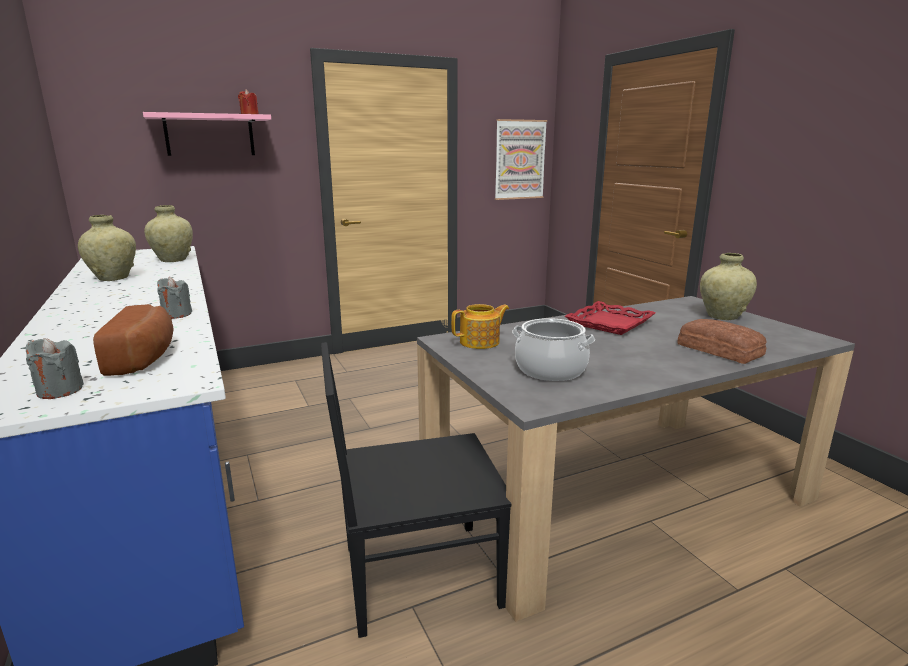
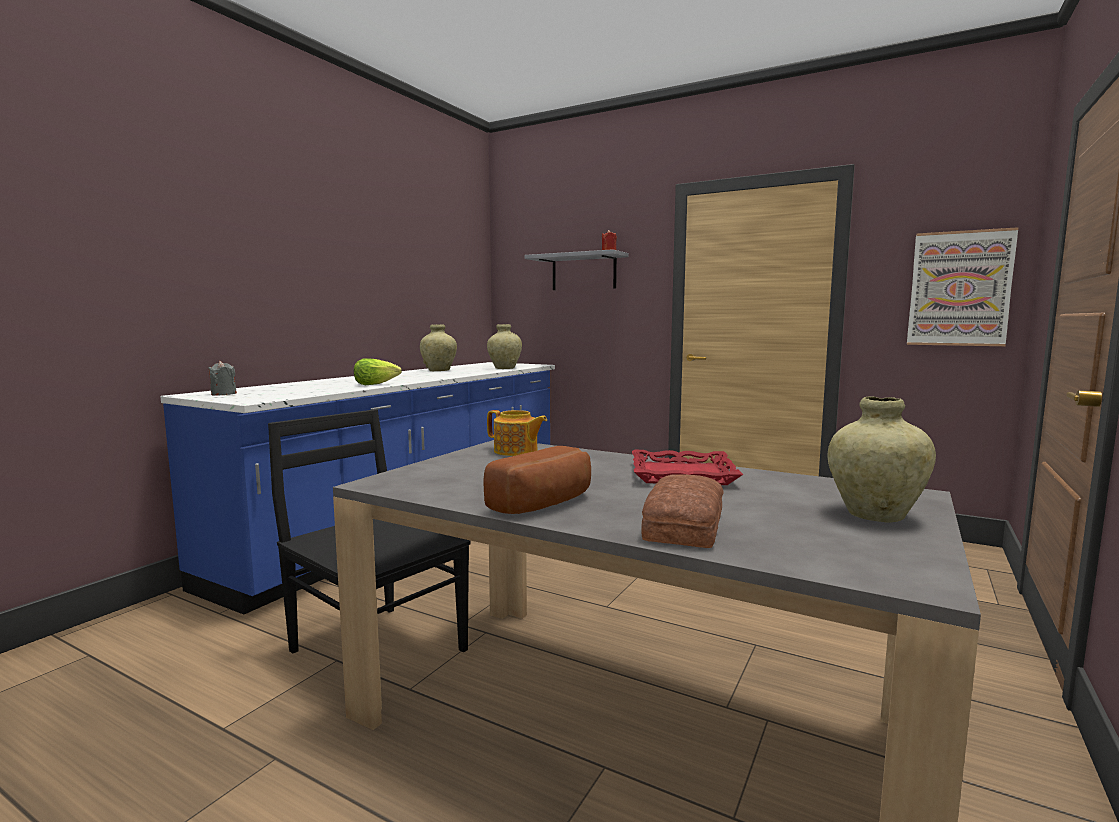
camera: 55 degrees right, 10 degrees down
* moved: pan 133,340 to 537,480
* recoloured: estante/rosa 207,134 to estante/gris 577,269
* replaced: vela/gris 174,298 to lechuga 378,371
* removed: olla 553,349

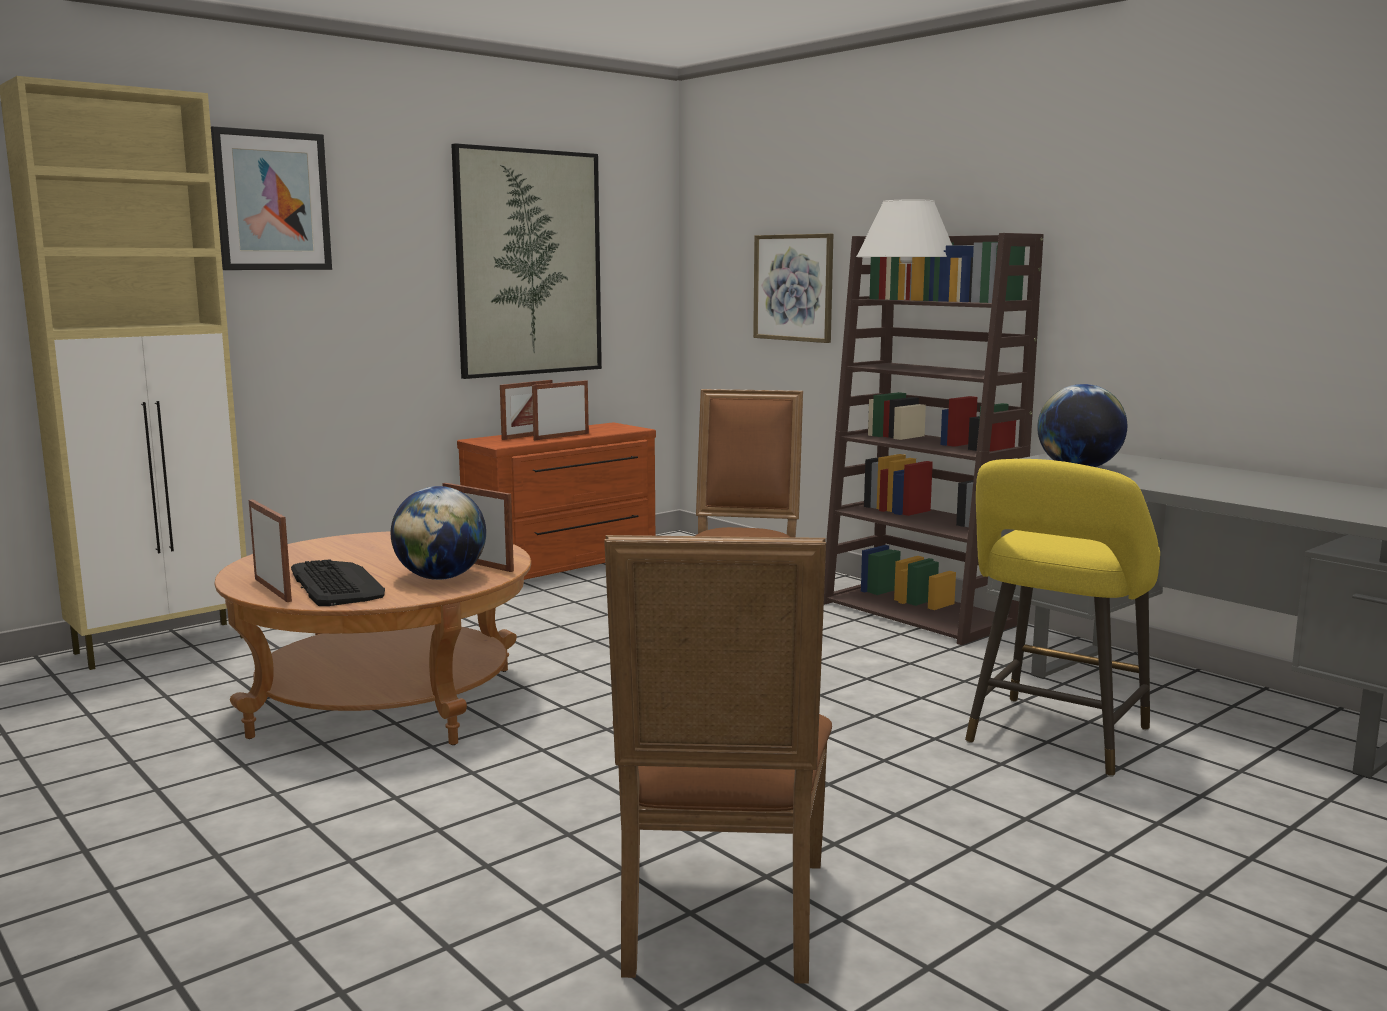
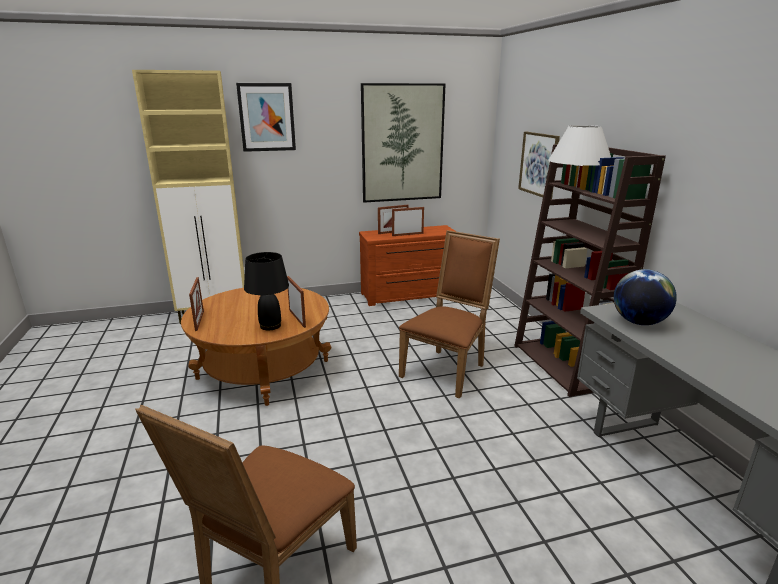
camera: 25 degrees right, 10 degrees up
* removed: teclado 338,582
* replaced: globo terráqueo 438,533 to lámpara de mesa/negro 266,291
* removed: taburete/amarillo 1062,618

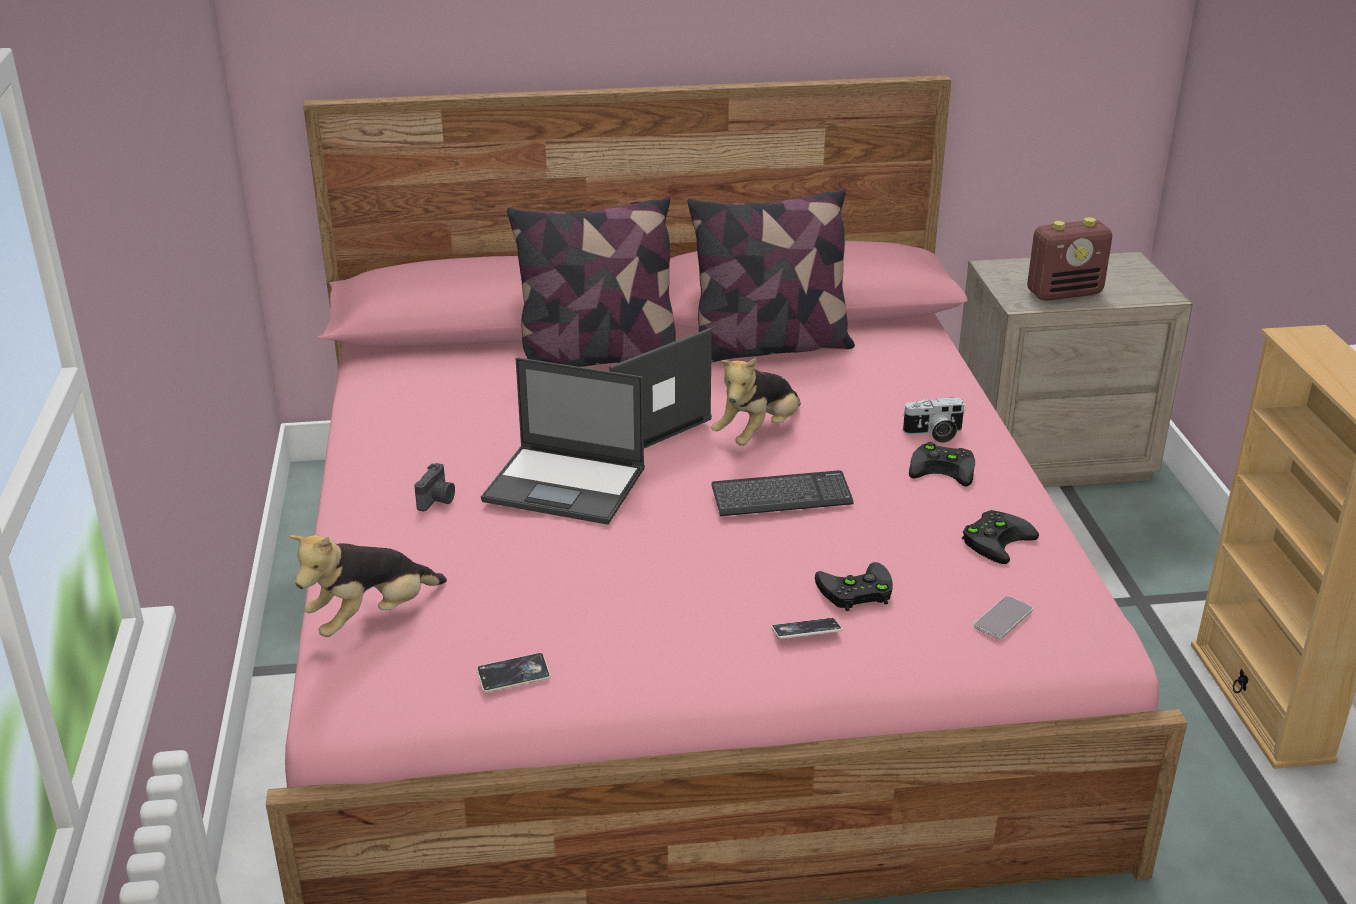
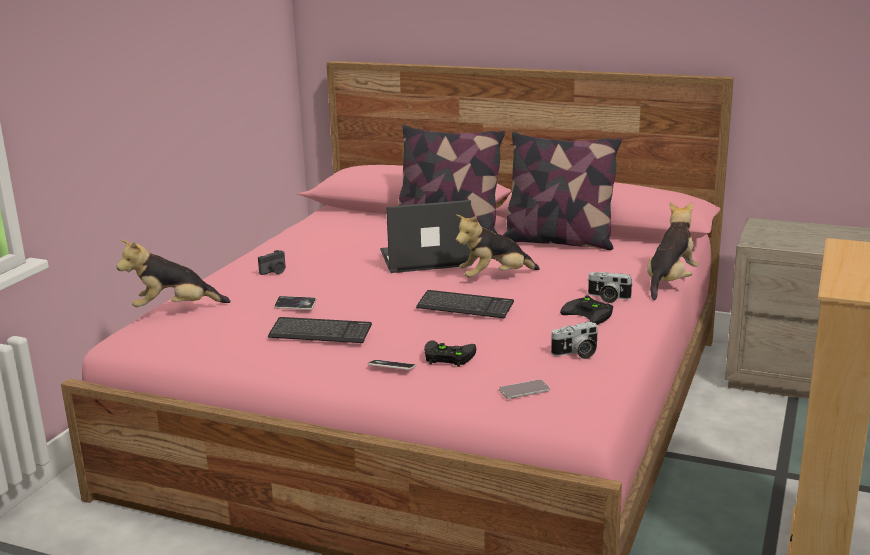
camera: 30 degrees right, 10 degrees down
* moved: móvil 513,672 to 295,303
* removed: portátil 563,441
* replaced: mando de consola/negro 1000,537 to cámara 574,340
* removed: radio 1069,259
* added: teclado 320,330
* added: peluche 673,251

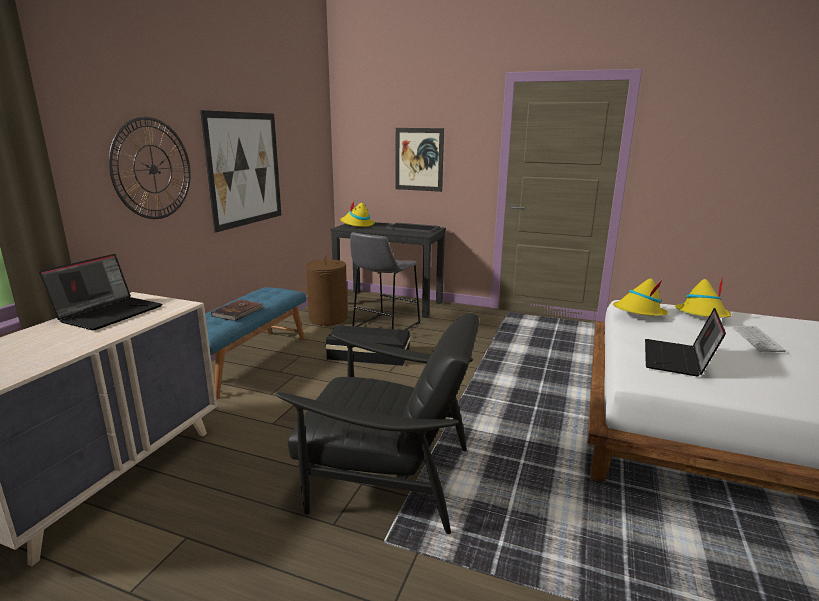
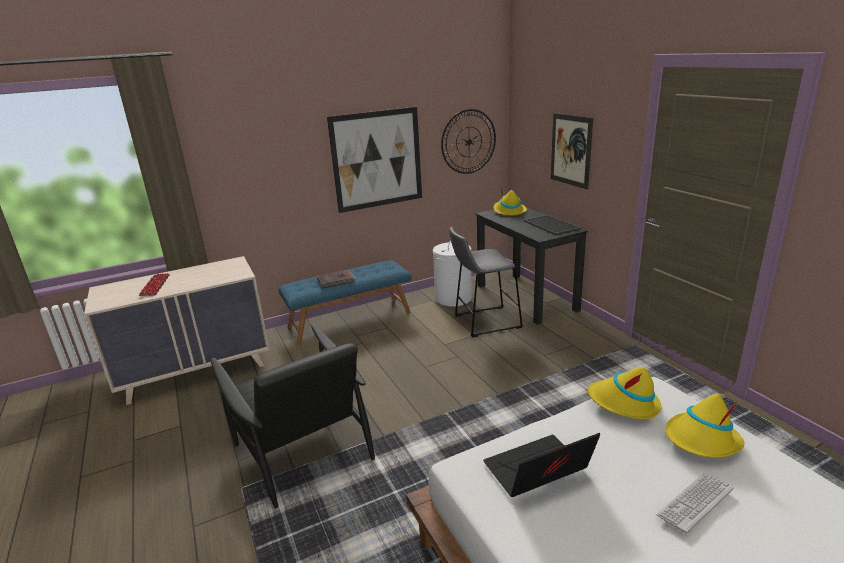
camera: 45 degrees right, 5 degrees up
* removed: portátil 100,292
* moved: reloj de pared 150,168 to 468,141
* recoloured: cesto de la ropa/marrón 327,290 to cesto de la ropa/blanco 452,274
* removed: caja de almacenaje/negro 367,345
* added: teclado 154,284

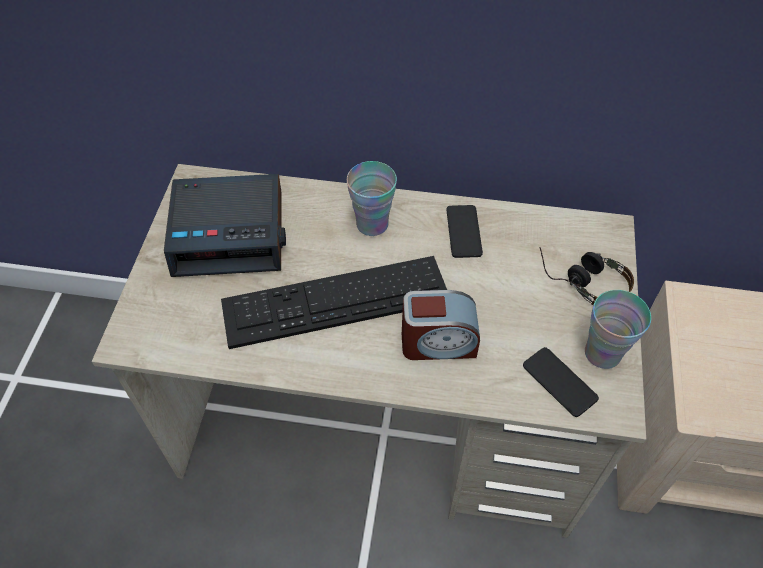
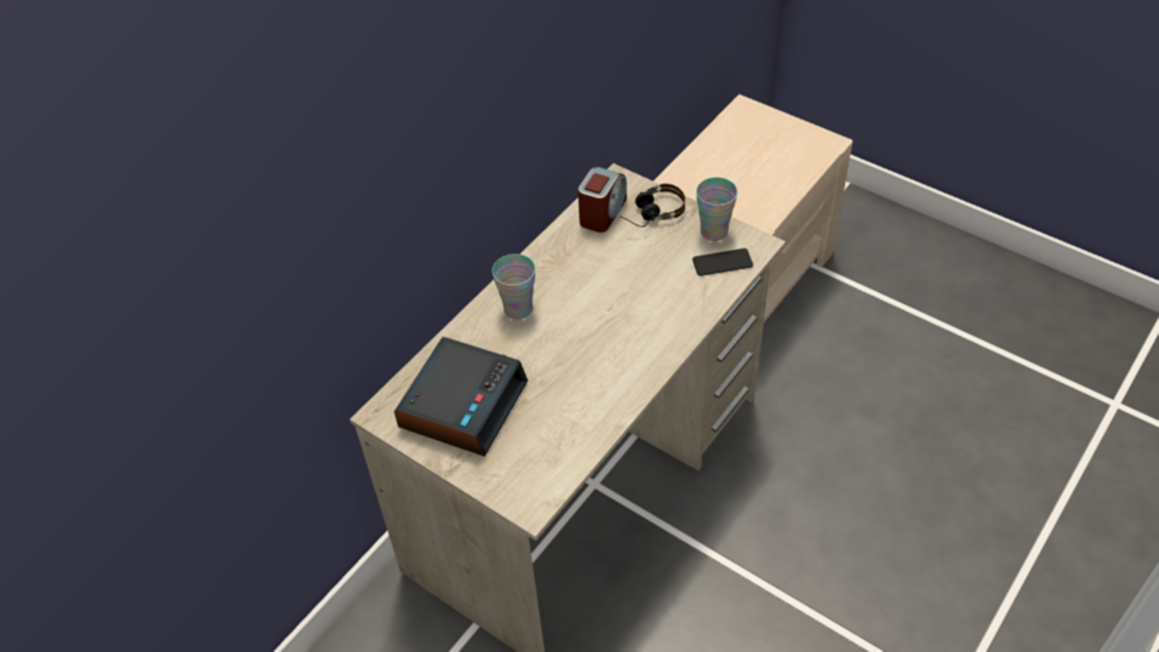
camera: 60 degrees left, 5 degrees down
* removed: teclado 334,302
* moved: despertador 441,325 to 602,199
* removed: móvil 464,231

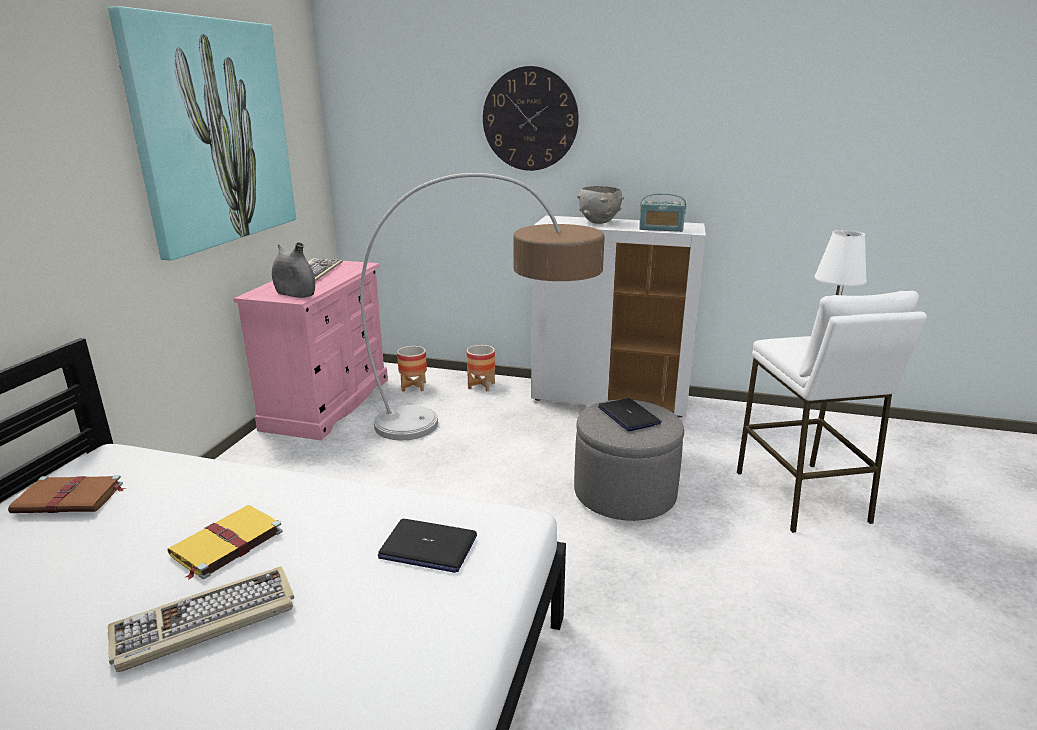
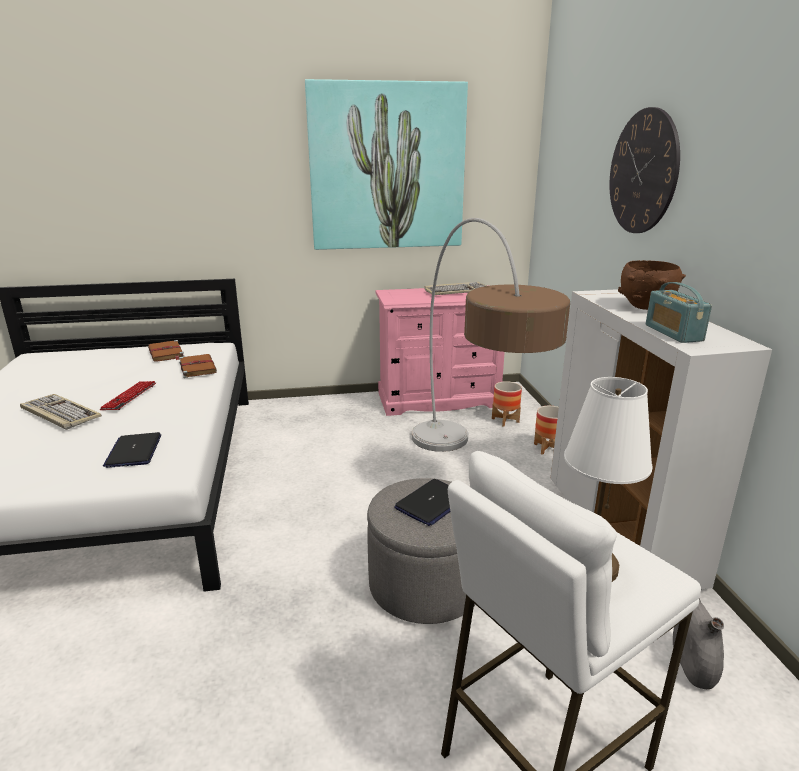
camera: 65 degrees right, 0 degrees up
* replaced: libro/amarillo 225,542 to teclado 127,395
* moved: florero/gris 293,270 to 698,643
* recoloured: cuenco/gris 600,205 to cuenco/marrón 652,285
* added: libro/marrón 198,366

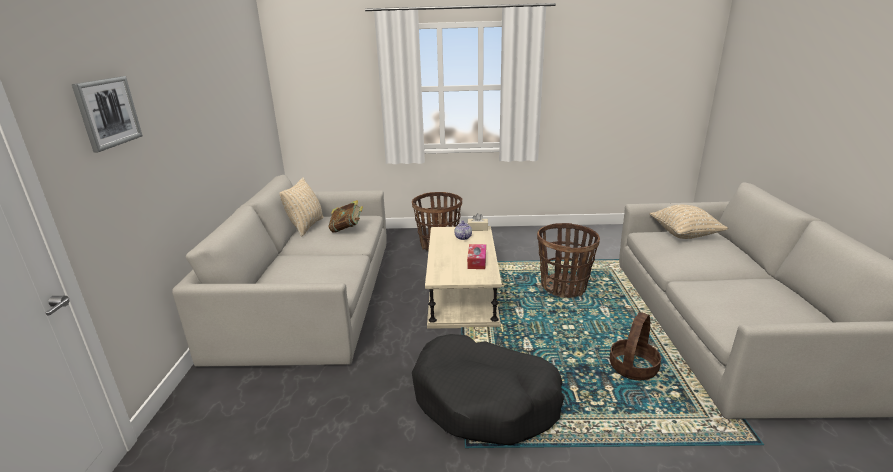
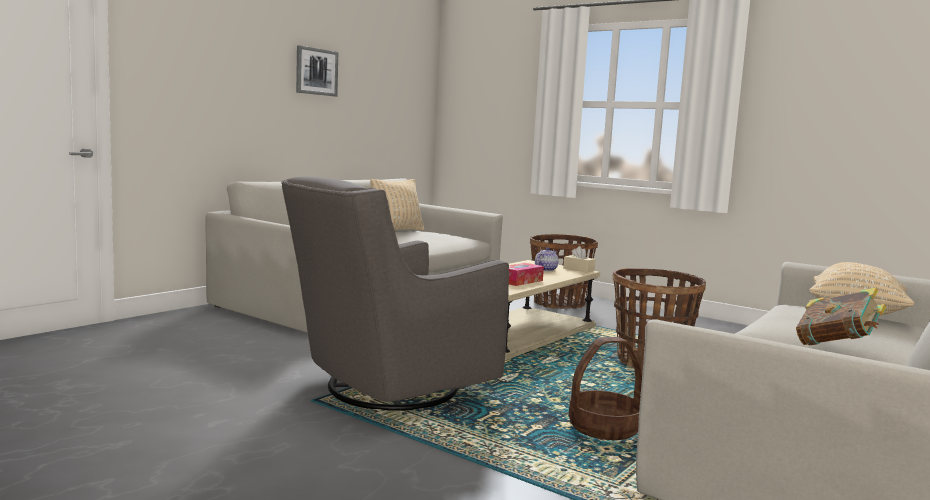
camera: 35 degrees right, 15 degrees down
* moved: cuadro 107,114 to 317,71
* moved: libro 345,216 to 841,316
* replaced: cama para perro/negro 488,390 to sillón/gris 395,294

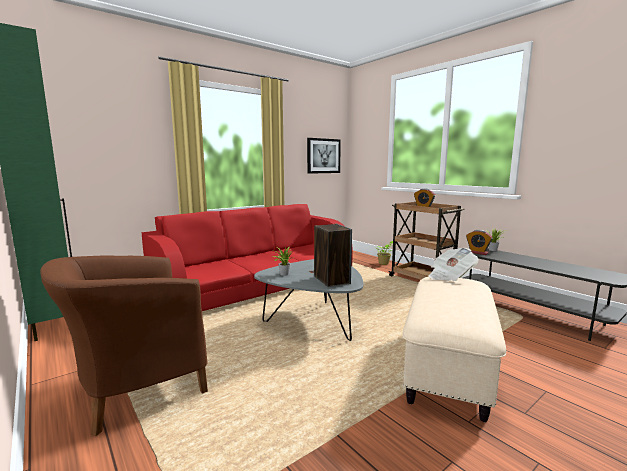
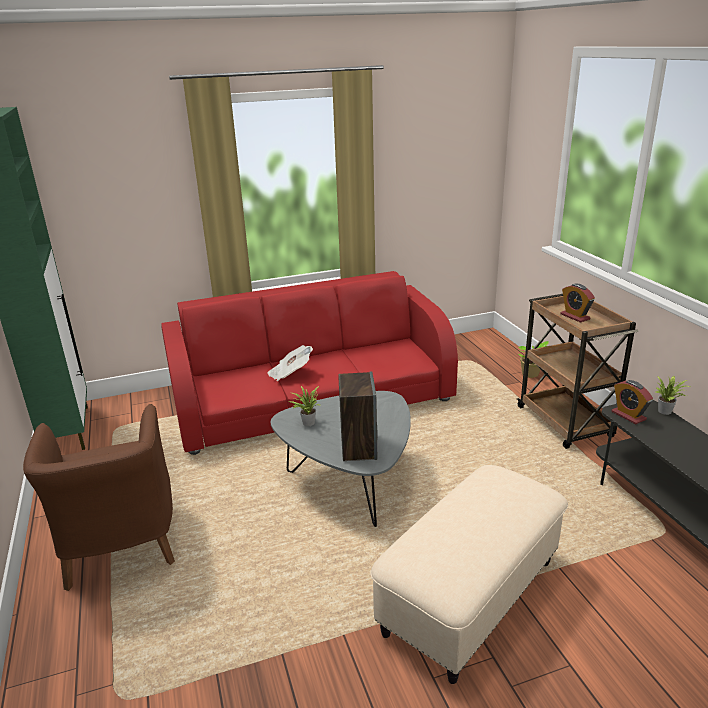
camera: 20 degrees right, 15 degrees up
* turned: sillón/marrón 124,345 = 99,497 90 degrees counterclockwise
* removed: cuadro 324,156
* moved: periódico 453,264 to 290,363

